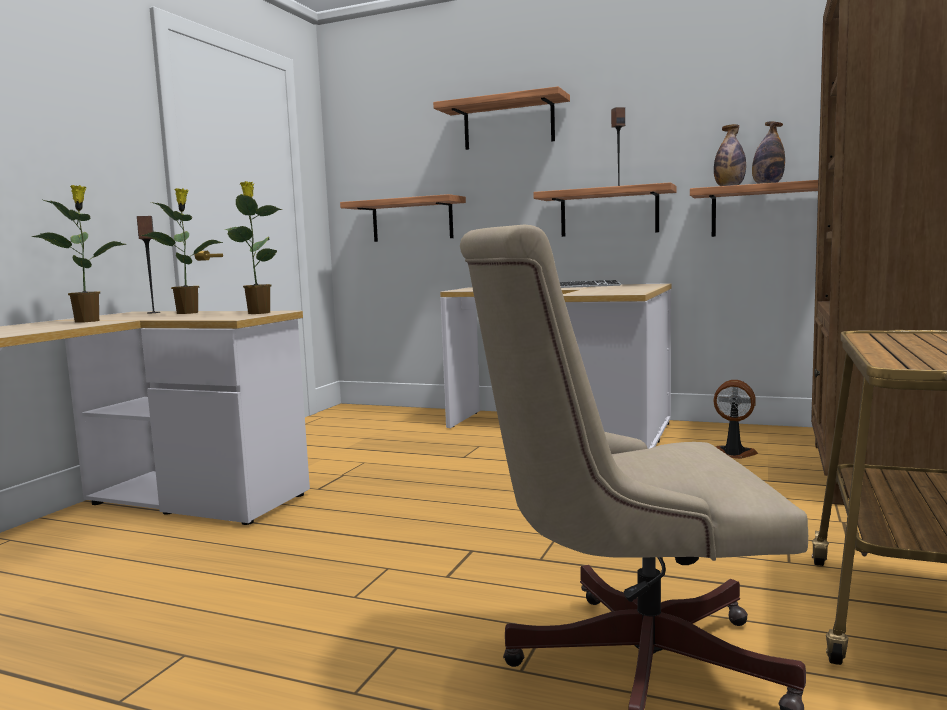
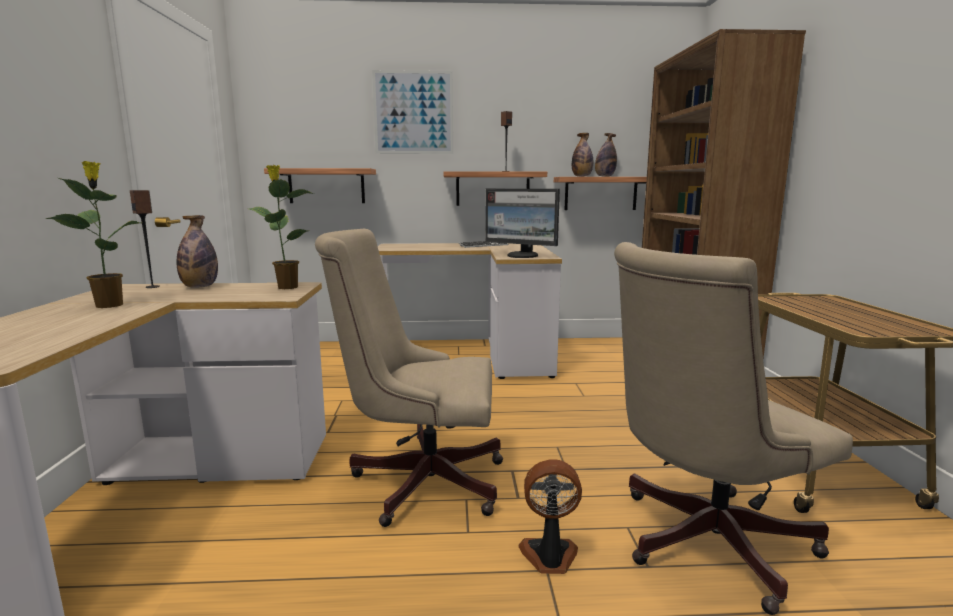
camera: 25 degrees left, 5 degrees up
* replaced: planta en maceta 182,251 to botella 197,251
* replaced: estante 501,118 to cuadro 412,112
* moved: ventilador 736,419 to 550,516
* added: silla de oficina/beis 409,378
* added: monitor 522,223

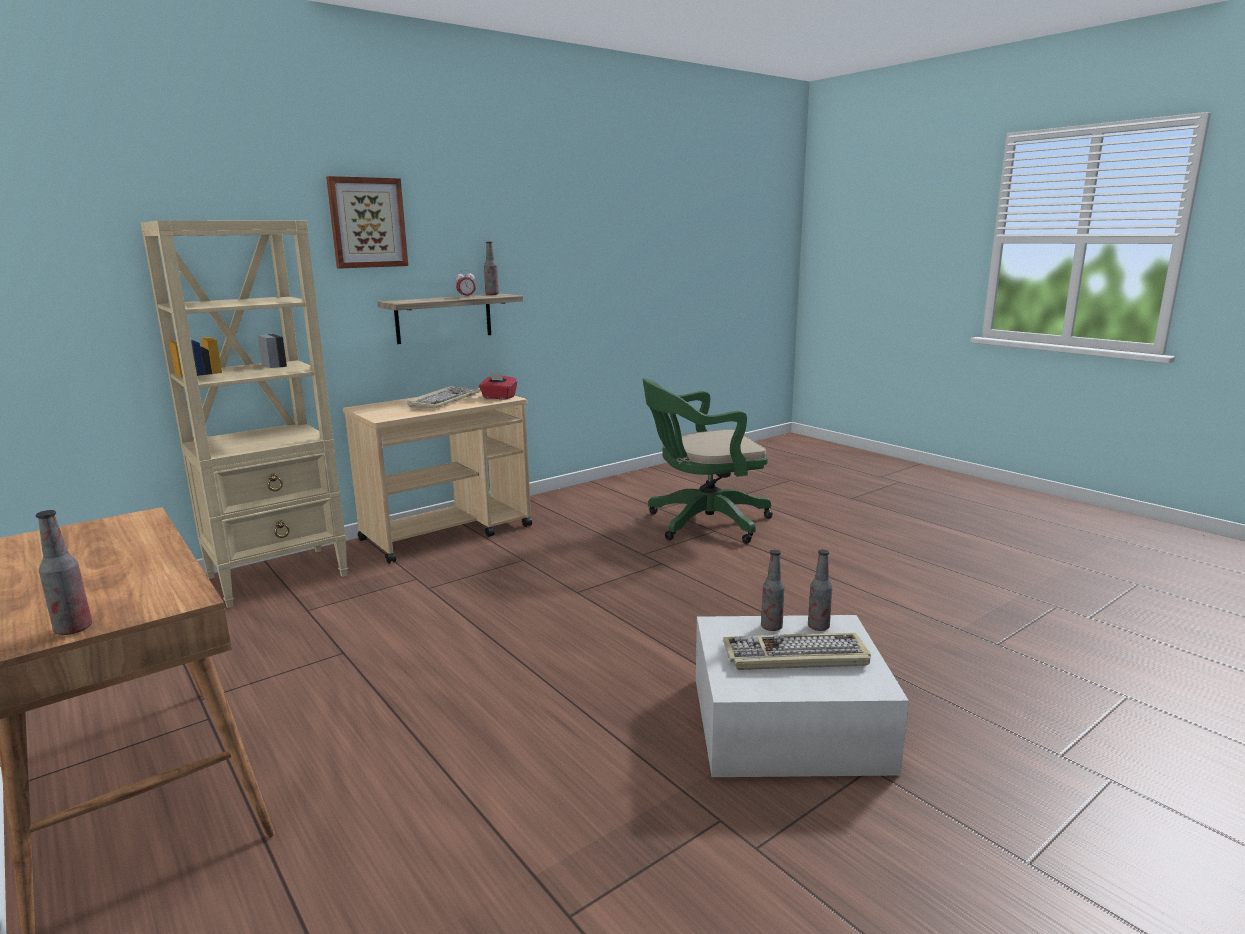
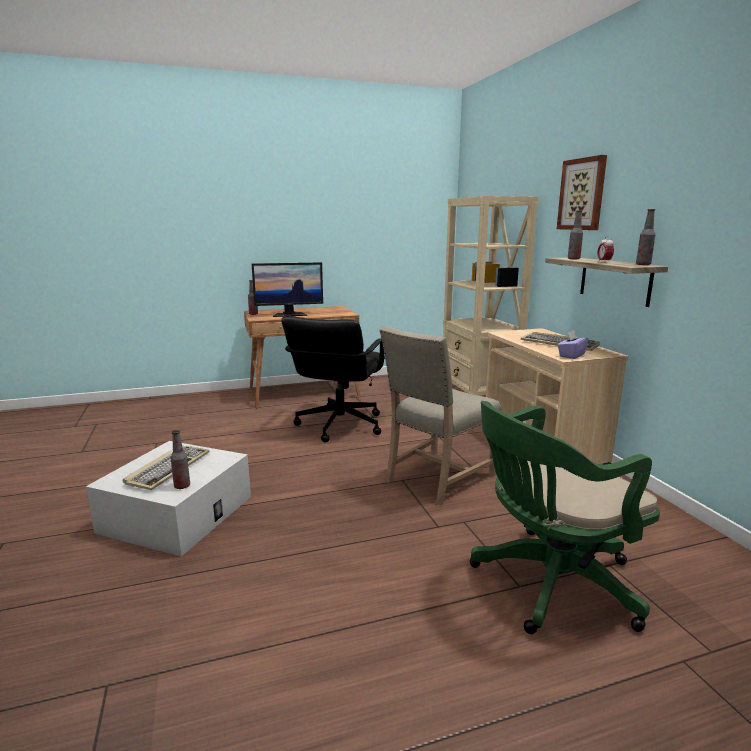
camera: 110 degrees right, 0 degrees up
* recoloured: caja de pañuelos/rojo 498,385 to caja de pañuelos/morado 573,345
* turned: silla de oficina/verde 707,461 = 564,517 120 degrees counterclockwise
* moved: botella 773,590 to 575,234
* added: monitor 287,289
* added: silla de oficina/negro 333,379
* added: silla/beis 440,416

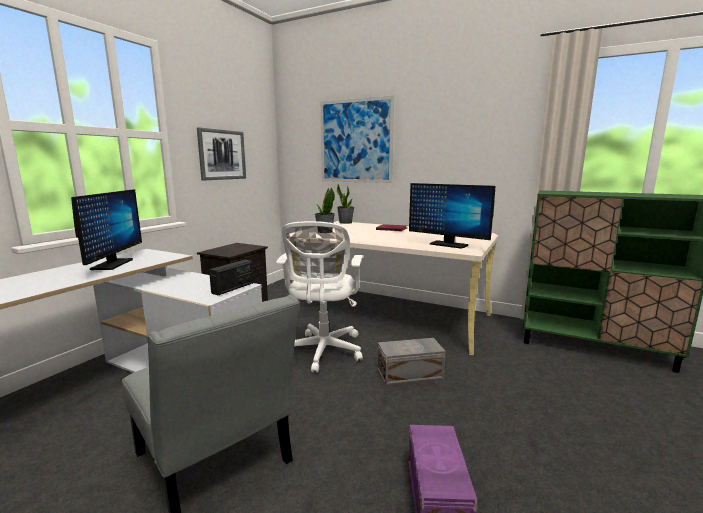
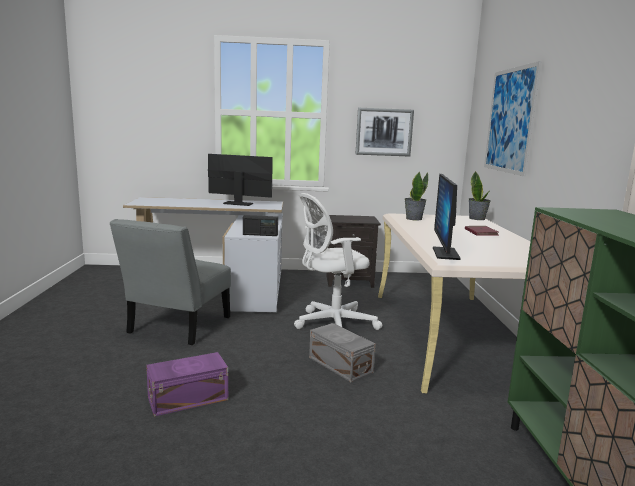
camera: 60 degrees right, 0 degrees up
* turned: monitor 106,229 = 240,180 135 degrees counterclockwise

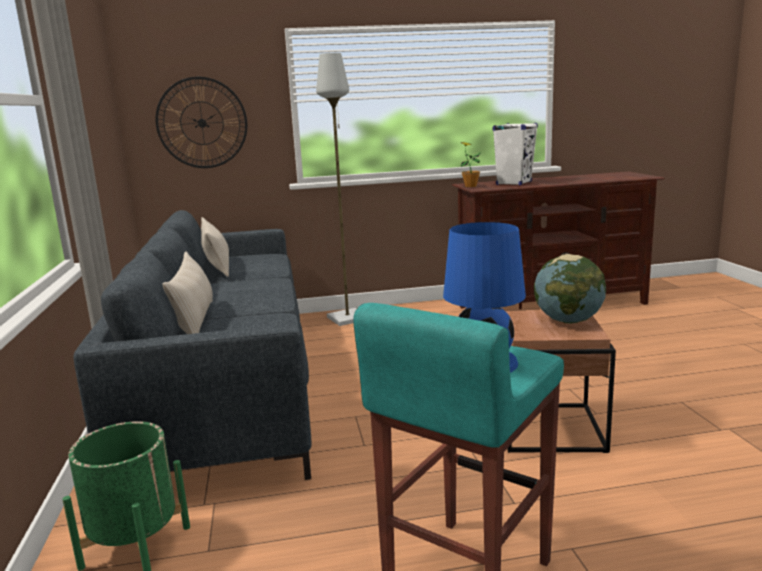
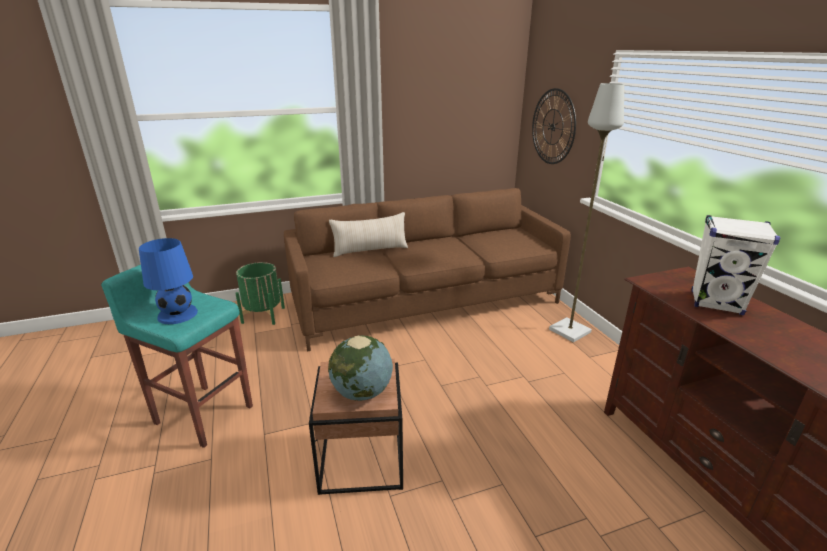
camera: 80 degrees right, 10 degrees up
* recoloured: sofá/gris 192,345 to sofá/marrón 427,270
* removed: cojín/beis 215,247
* removed: planta en maceta 471,164

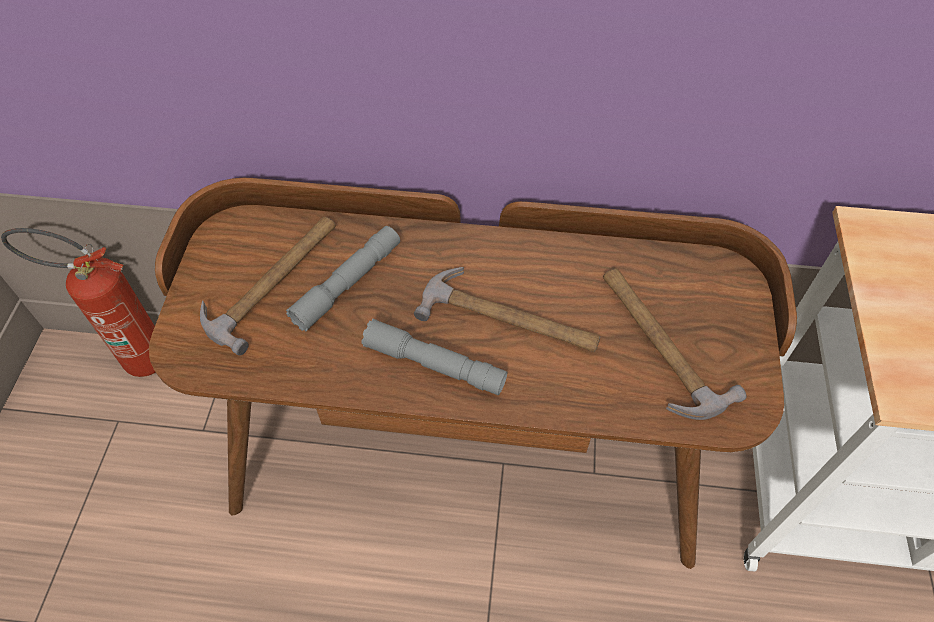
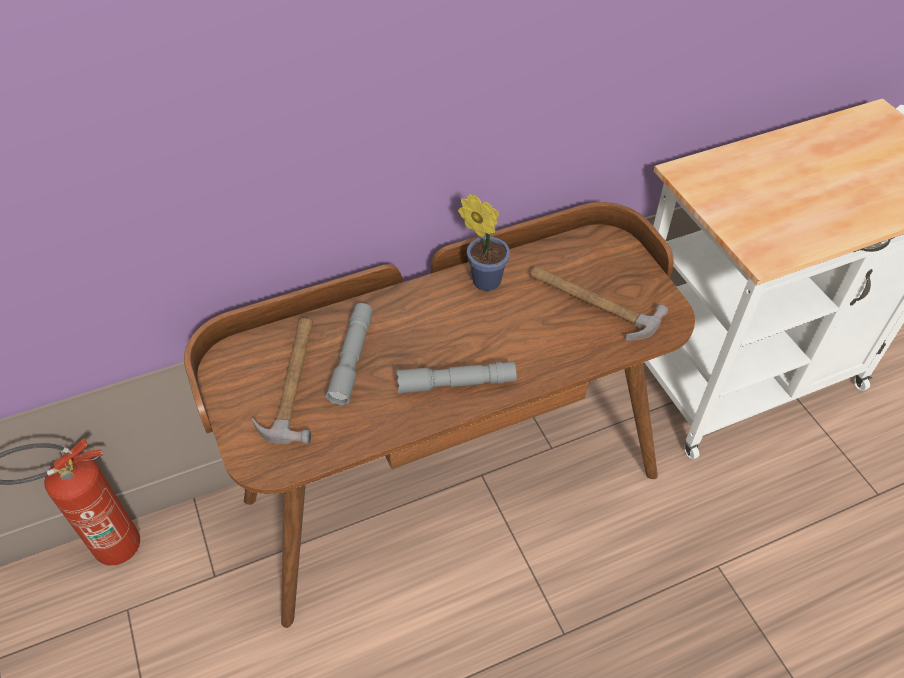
camera: 30 degrees left, 5 degrees down
* removed: martillo 507,309
* added: planta en maceta 484,242

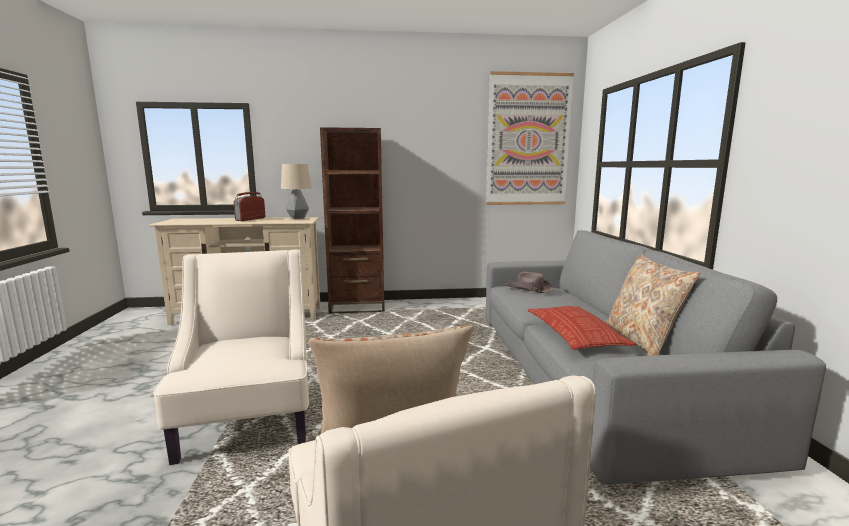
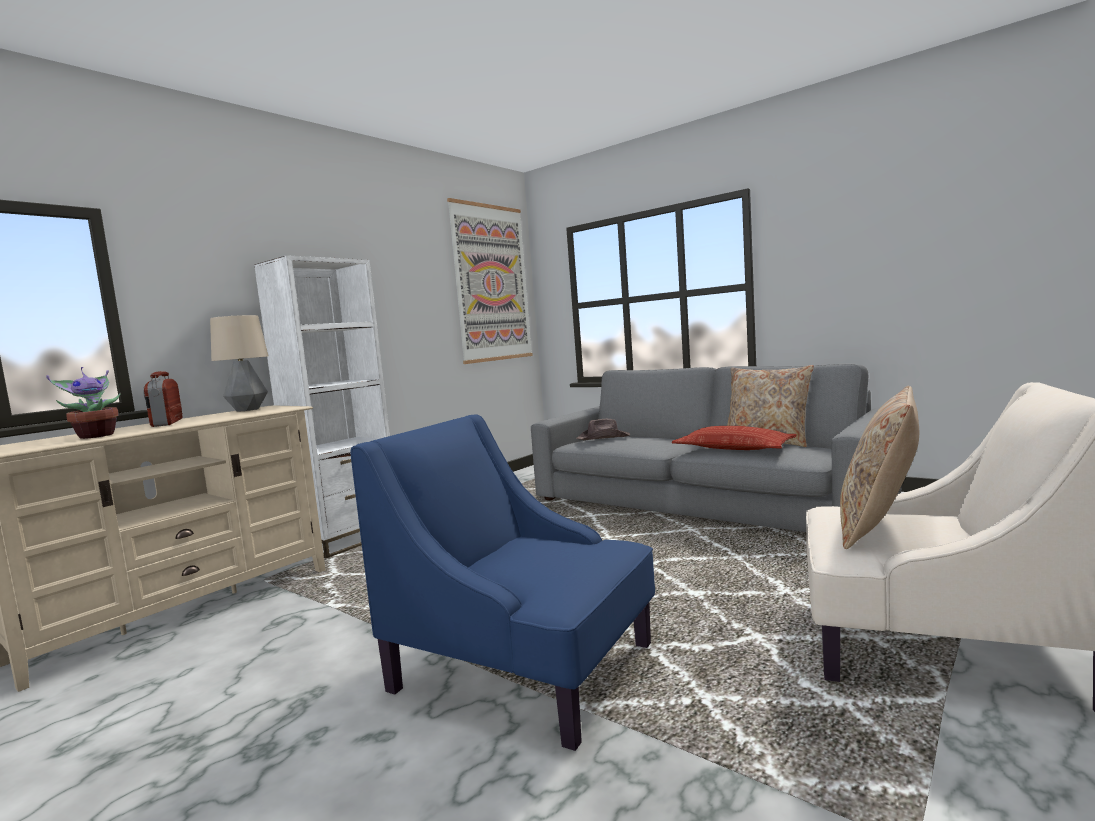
camera: 45 degrees left, 5 degrees down
* recoloured: sillón/beis 231,357 to sillón/azul 502,582
* recoloured: estantería/marrón 352,220 to estantería/blanco 322,406
* added: planta en maceta 83,403

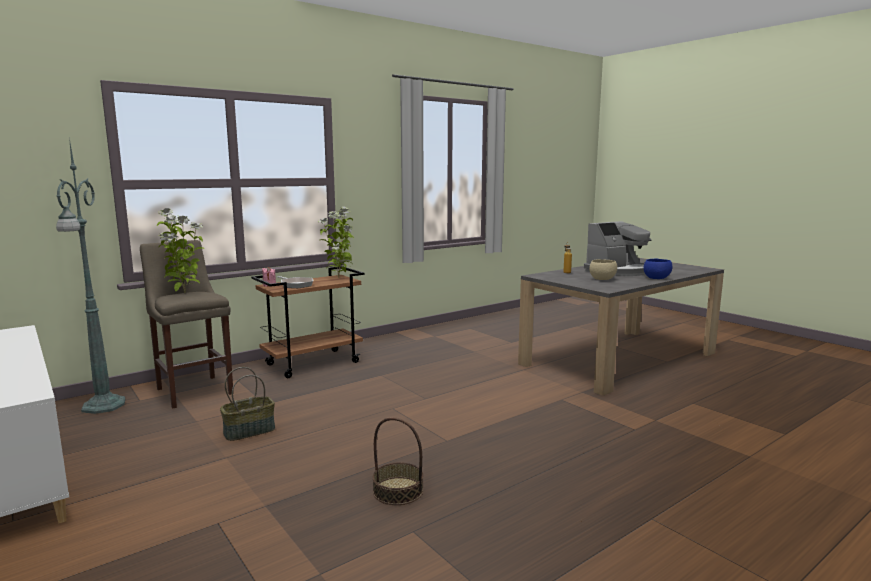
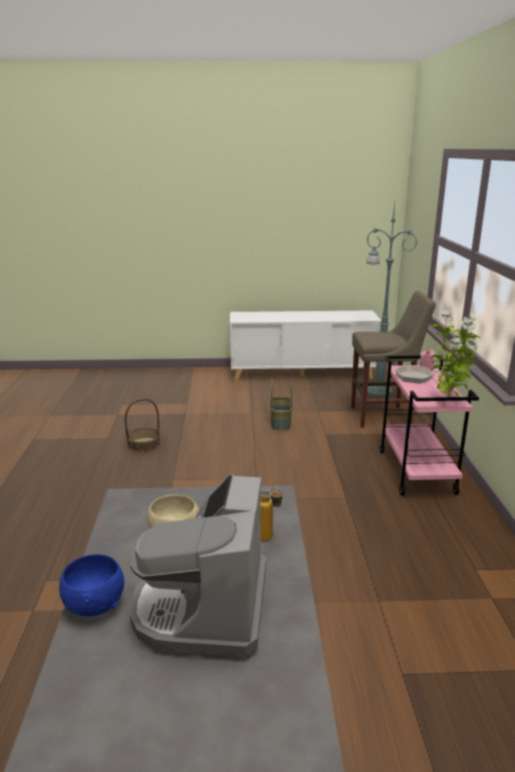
camera: 125 degrees right, 10 degrees up
* removed: planta en maceta 181,250
* recoloured: carrito/marrón 308,322 to carrito/rosa 429,425

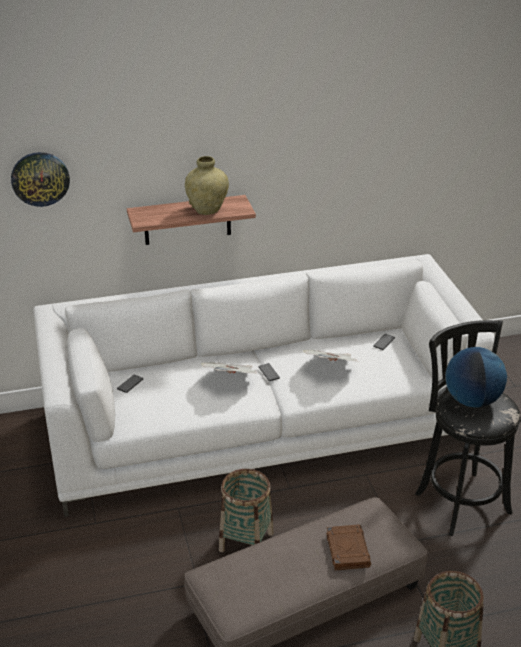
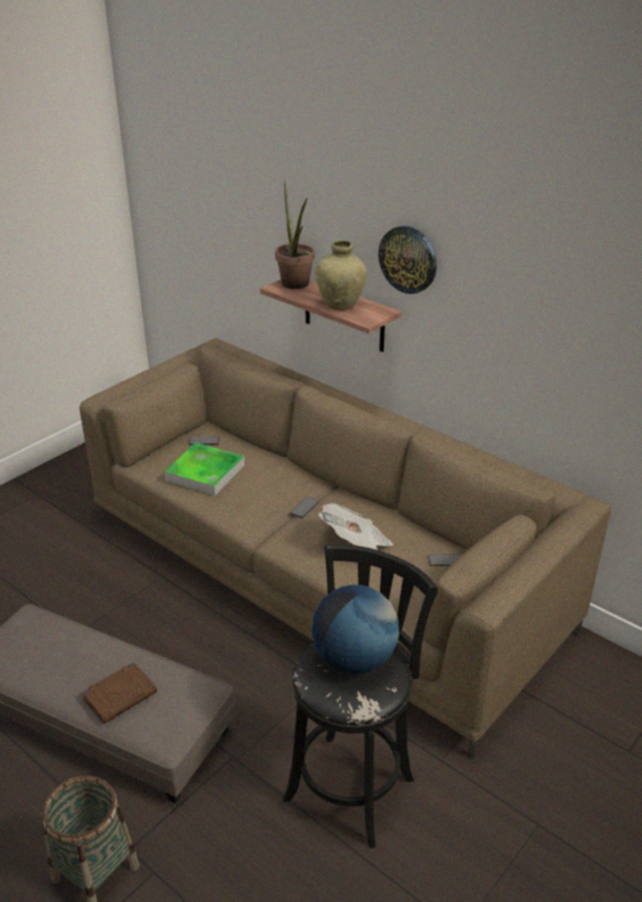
camera: 55 degrees right, 0 degrees up
* moved: reloj de pared 40,179 to 407,260
* recoloured: sofá/blanco 264,385 to sofá/marrón 345,548
* removed: periódico 229,368
* removed: cesta 246,510
* added: bandeja 204,469
* added: planta en maceta 295,235

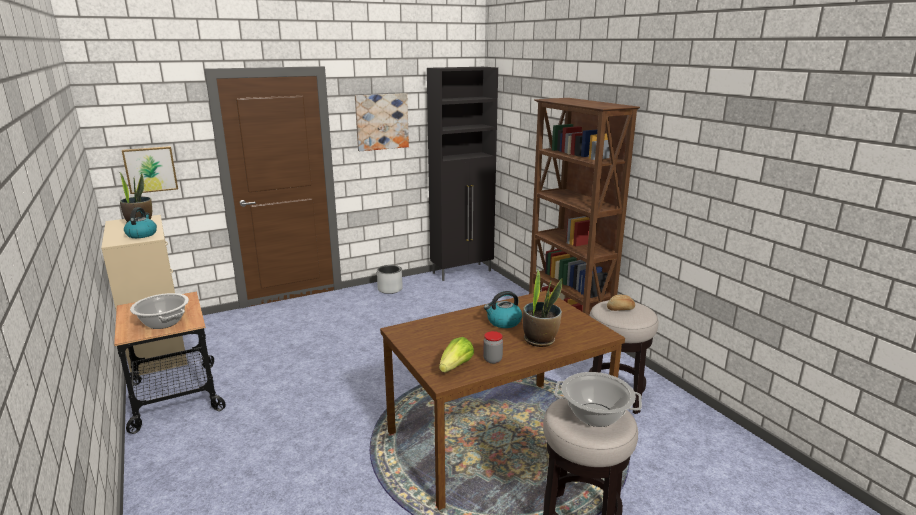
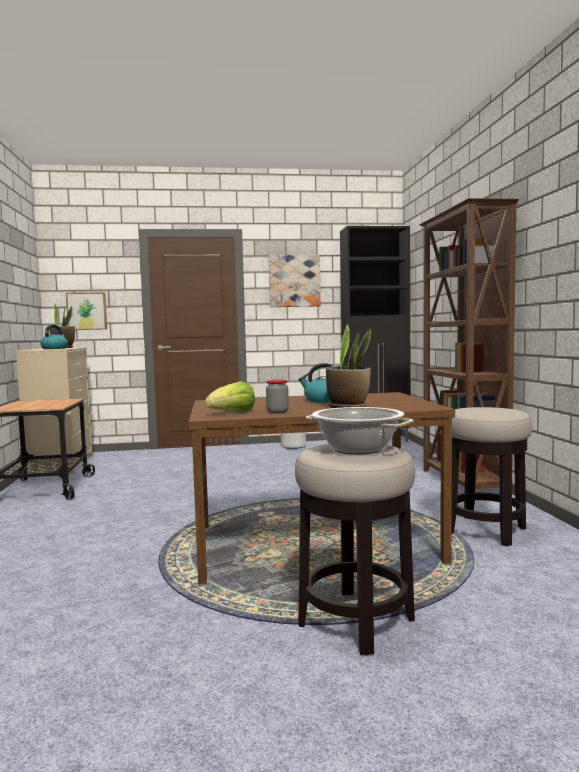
camera: 20 degrees right, 15 degrees down
* removed: olla 159,311
* removed: pan 621,303

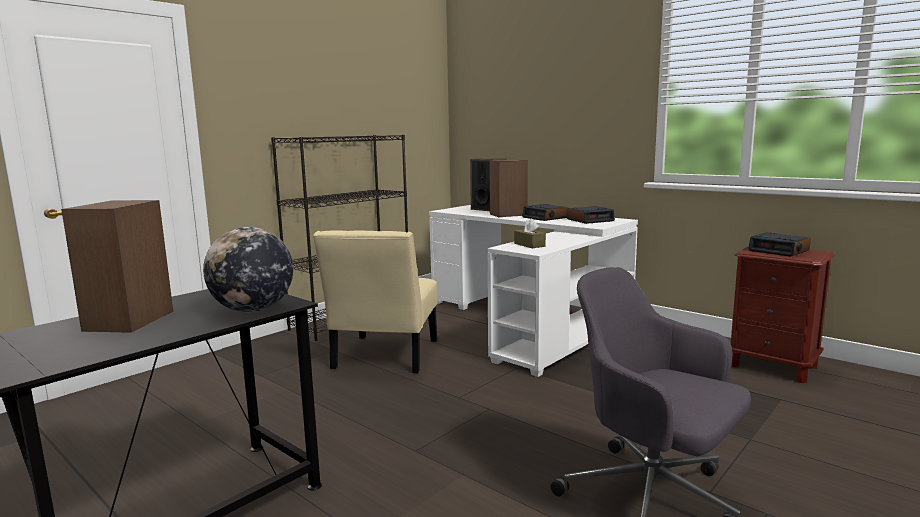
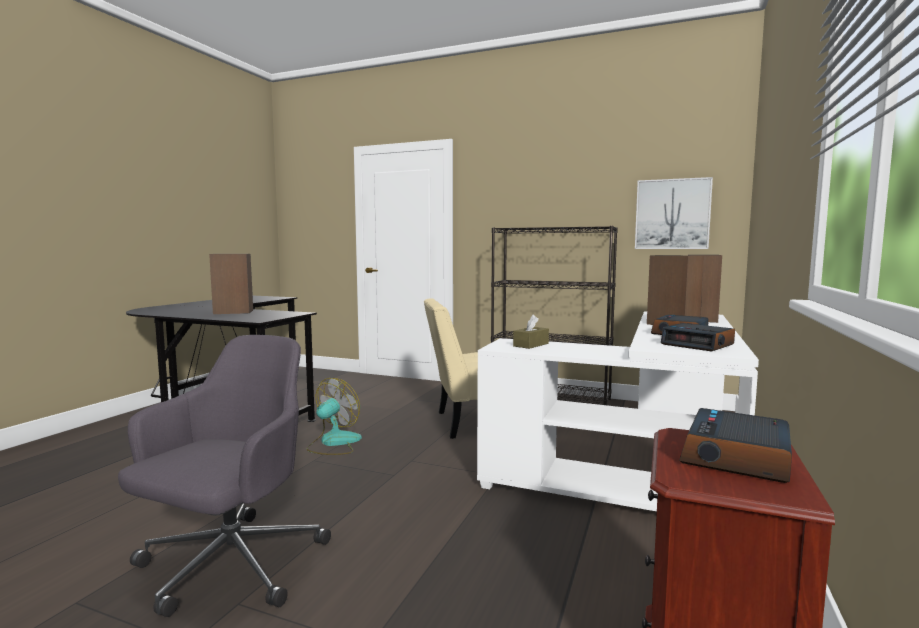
camera: 70 degrees right, 5 degrees down
* removed: globo terráqueo 248,269
* added: ventilador 334,416
* added: cuadro 674,213

